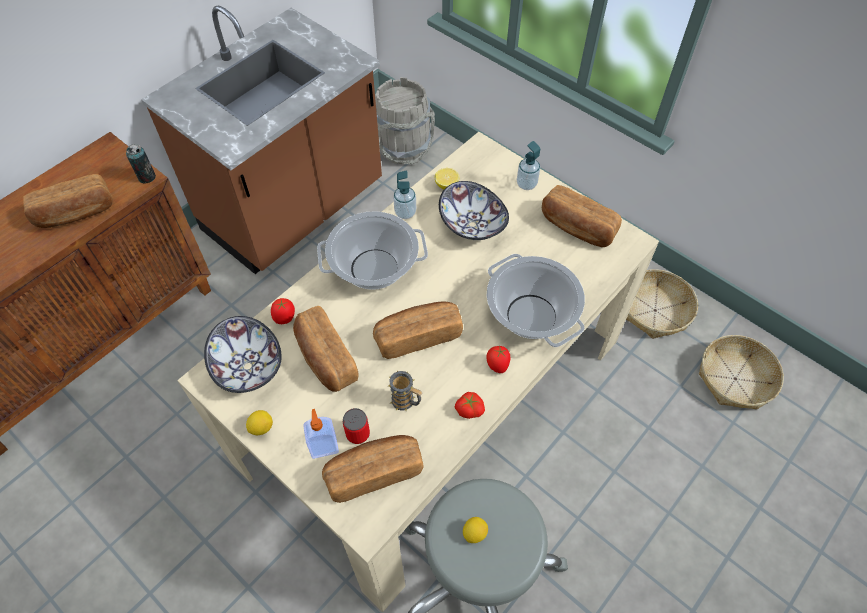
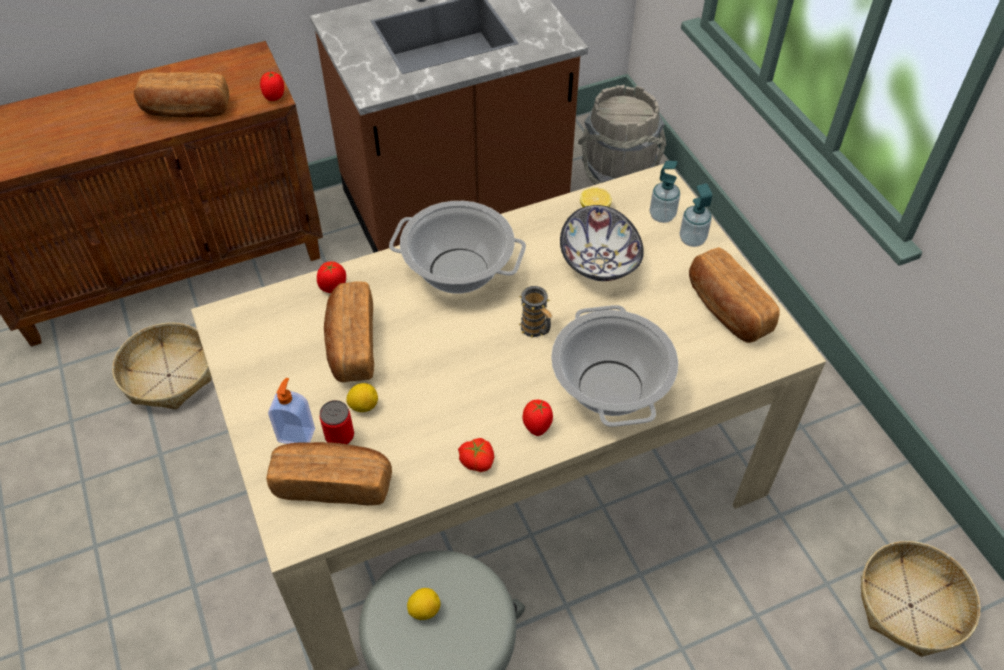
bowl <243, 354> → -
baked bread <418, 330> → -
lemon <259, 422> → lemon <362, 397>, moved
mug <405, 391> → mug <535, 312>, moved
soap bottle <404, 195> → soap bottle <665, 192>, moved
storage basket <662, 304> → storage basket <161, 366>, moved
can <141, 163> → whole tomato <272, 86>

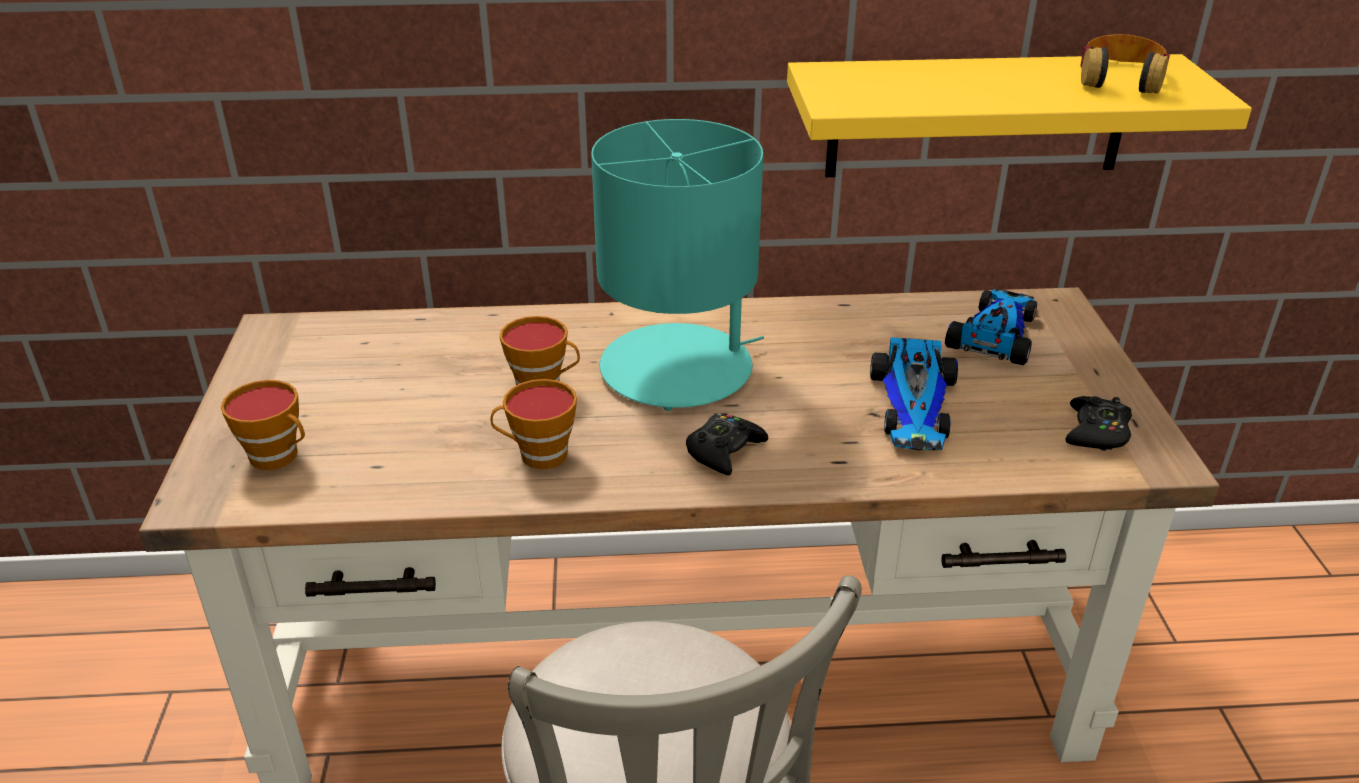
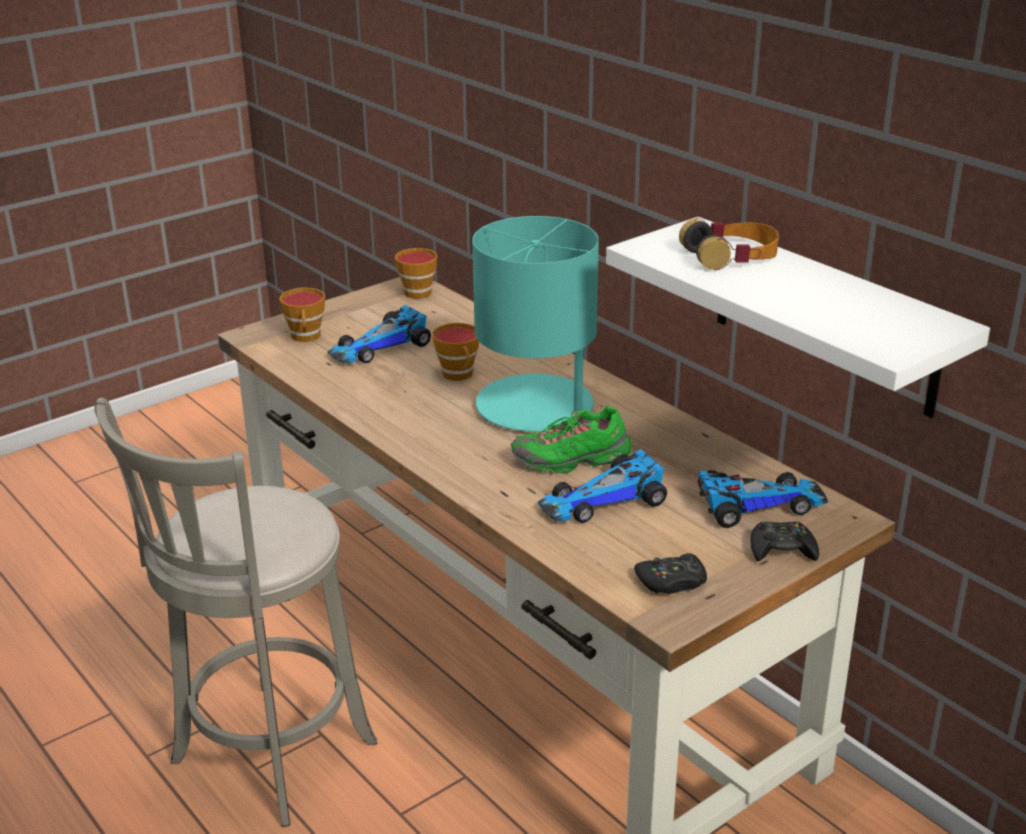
- → miniature car <379, 334>
- → greenish low shoe <571, 440>
cup <534, 424> → cup <416, 273>, moved
black game controller <727, 444> → black game controller <784, 541>, moved
pair of headphones <1125, 64> → pair of headphones <729, 244>, moved
yellow shelf <1019, 115> → white shelf <798, 317>

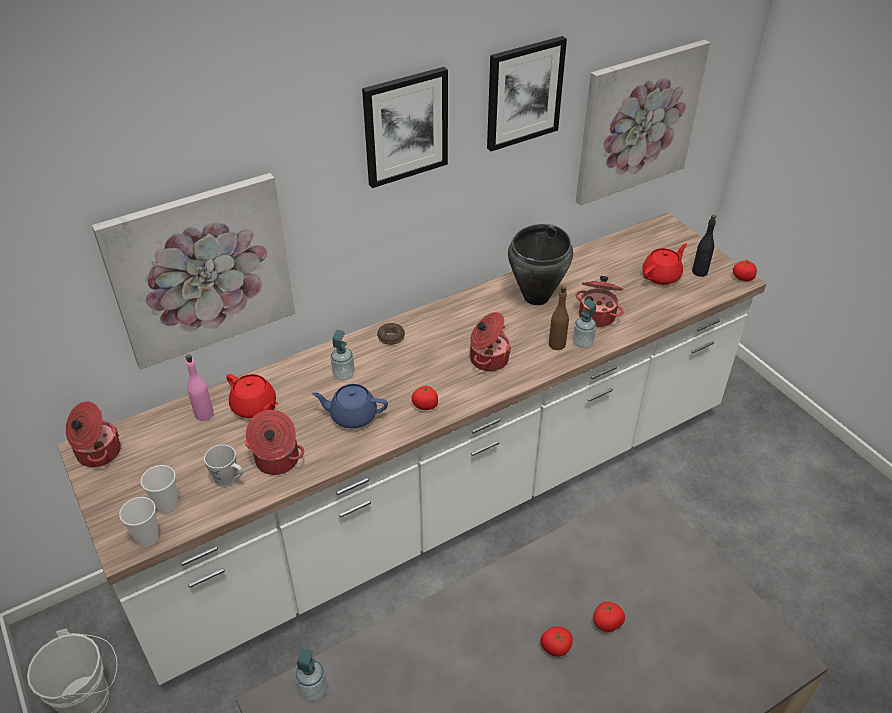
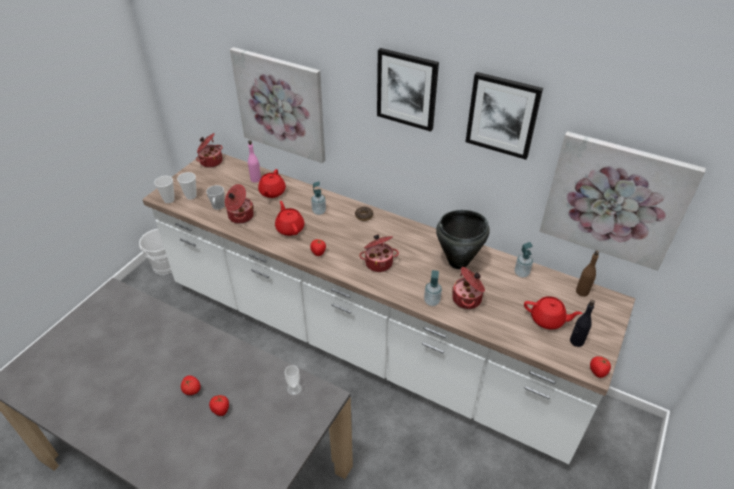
- → cup <293, 380>
soap bottle <311, 674> → soap bottle <523, 260>, moved
brown beverage bottle <559, 318> → brown beverage bottle <587, 273>, moved
bluish tea pot <350, 406> → reddish tea pot <289, 218>

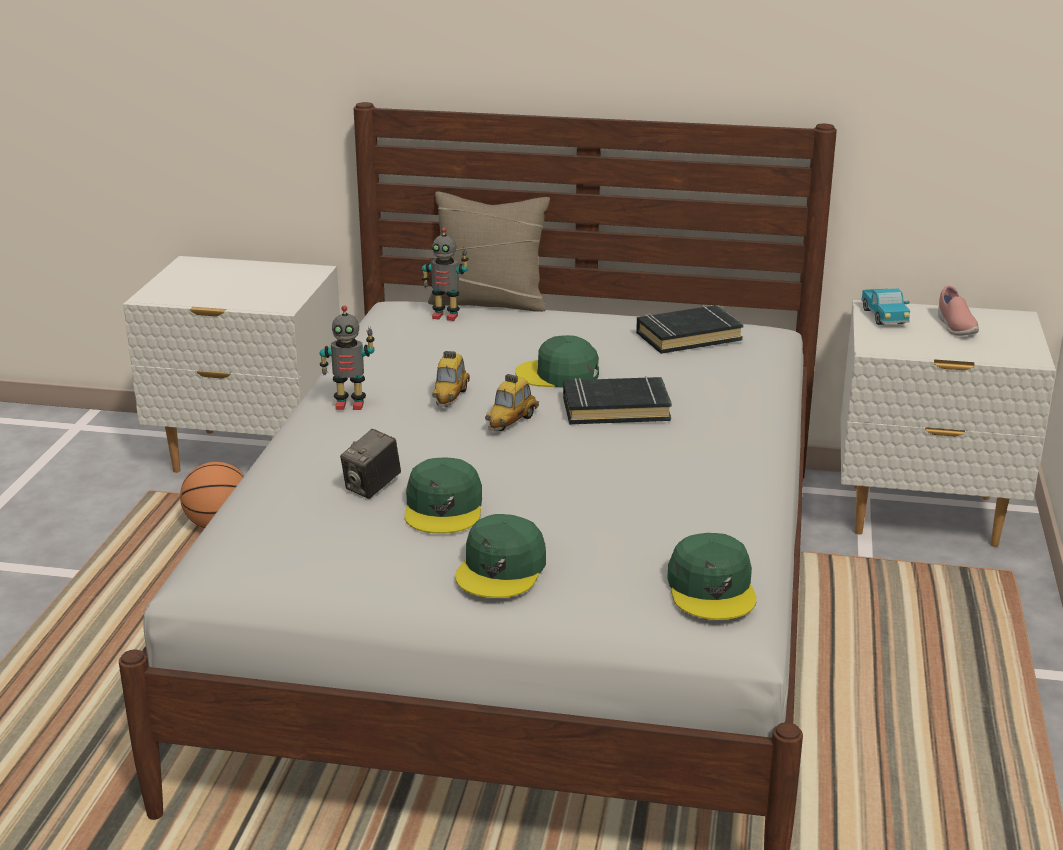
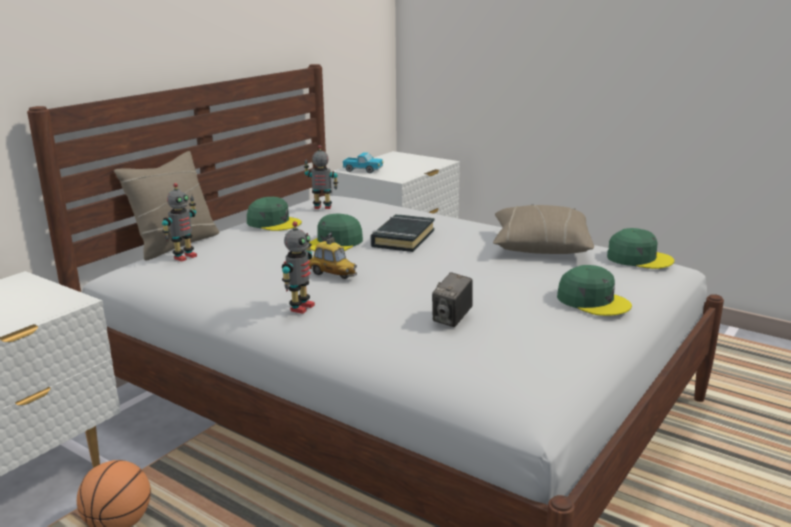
miniature car <512, 403> → -
pinkish low shoe <958, 310> → -
- → beige cushion <543, 229>
greenish cap <443, 495> → greenish cap <274, 214>, moved
black volume <690, 329> → robot figure <321, 177>
photo camera <370, 464> → photo camera <452, 299>, 60 degrees clockwise

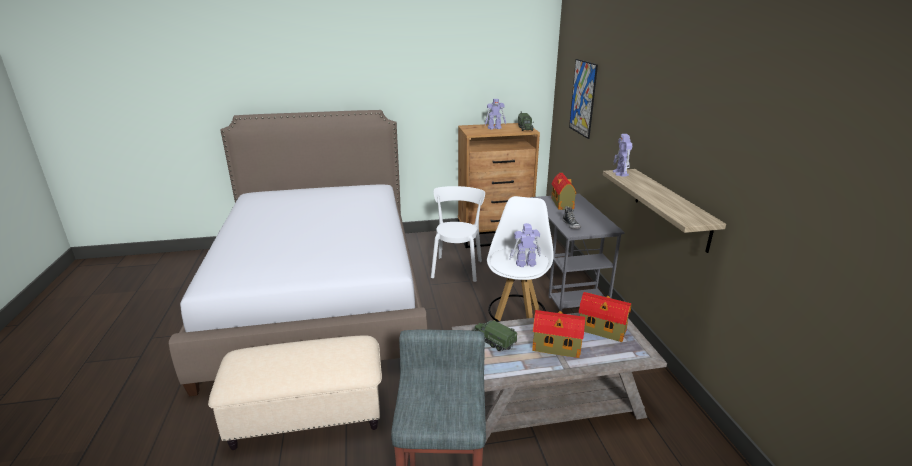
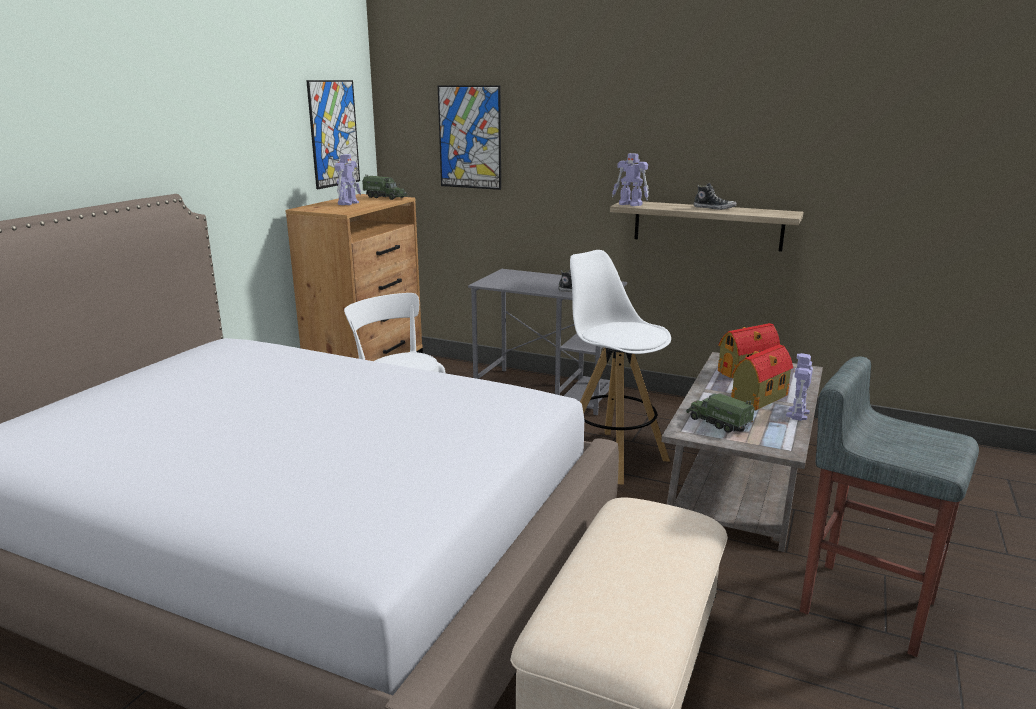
model house <563, 191> → -
- → picture <333, 134>
- → low shoe <715, 196>
robot figure <525, 245> → robot figure <799, 387>, moved
toy lorry <494, 335> → toy lorry <720, 413>, 60 degrees clockwise

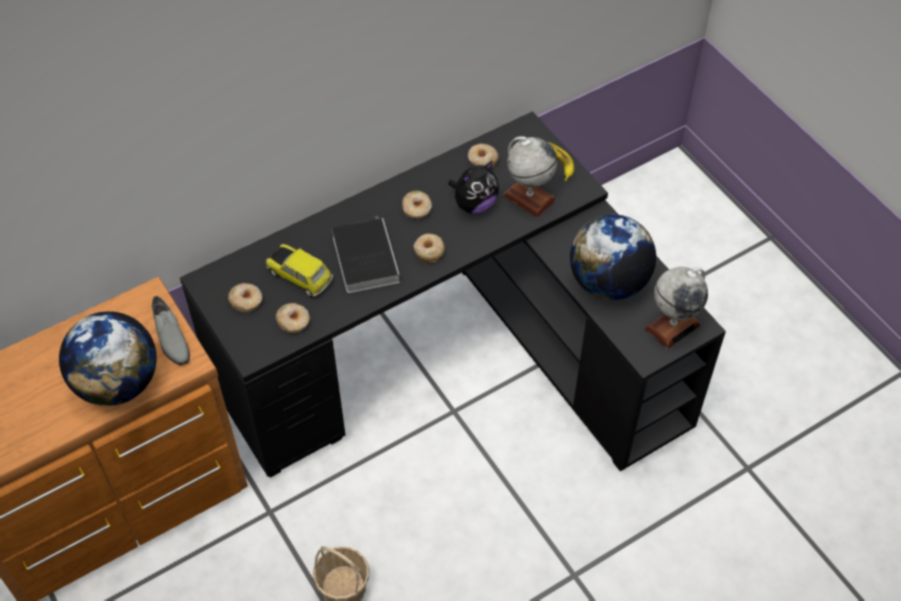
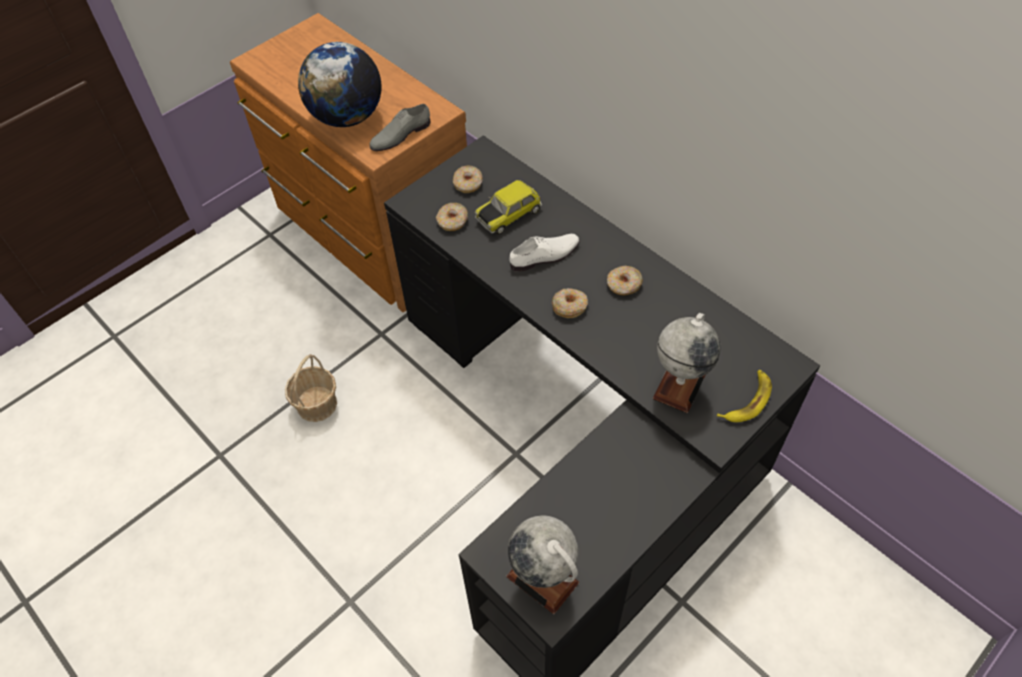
soft toy <473, 187> → -
doughnut <483, 156> → -
world globe <613, 257> → -
volume <366, 254> → white low shoe <544, 252>
miniature car <299, 270> → miniature car <508, 207>, 150 degrees counterclockwise

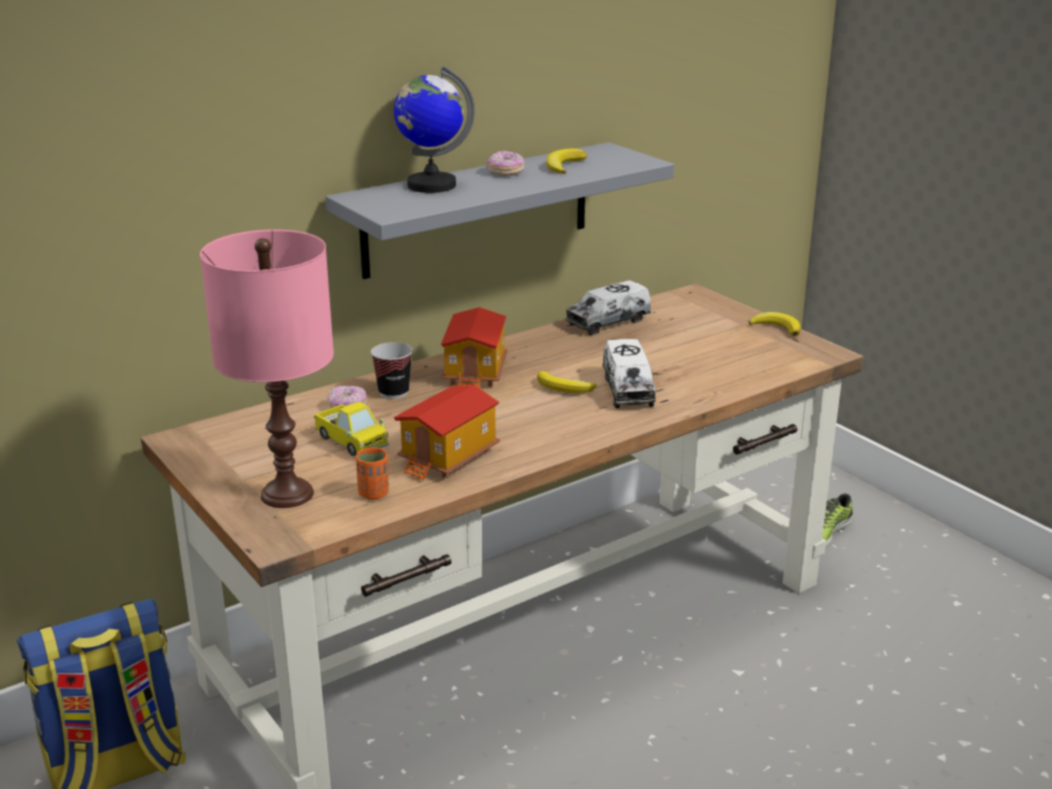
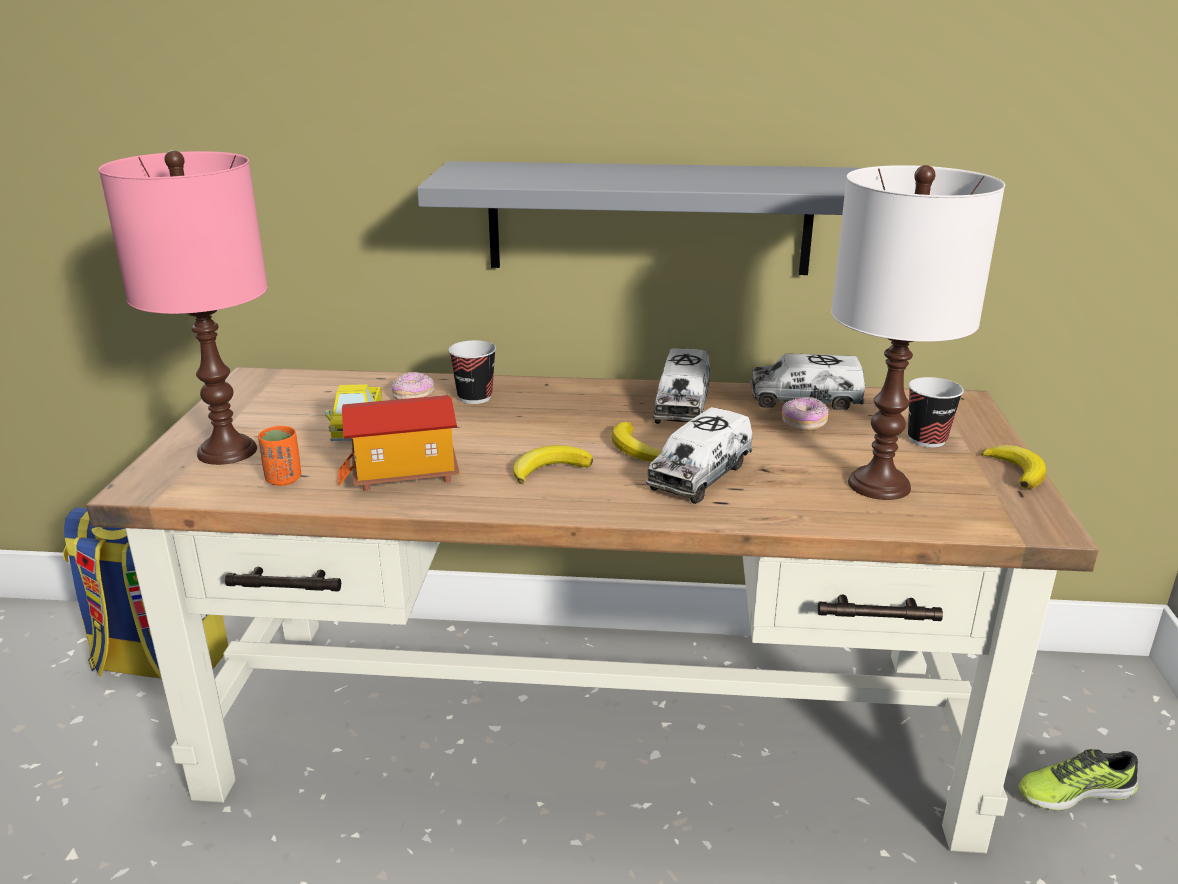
world globe <434, 129> → -
model house <474, 347> → -
- → toy lorry <681, 386>
- → white table lamp <918, 332>
- → cup <936, 412>
doughnut <505, 163> → doughnut <805, 414>, moved
banana fruit <566, 161> → banana fruit <553, 464>, moved

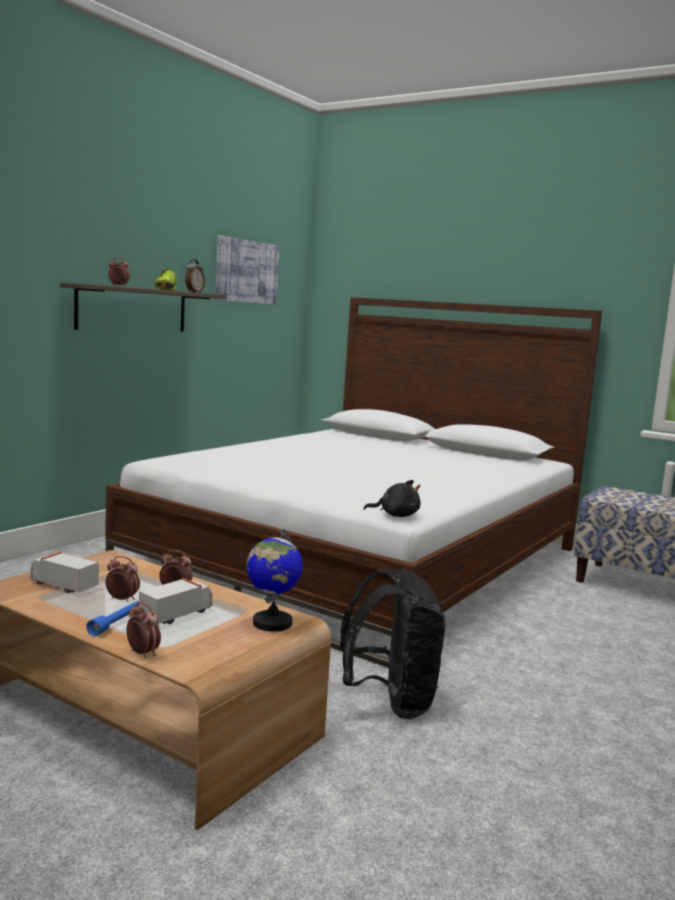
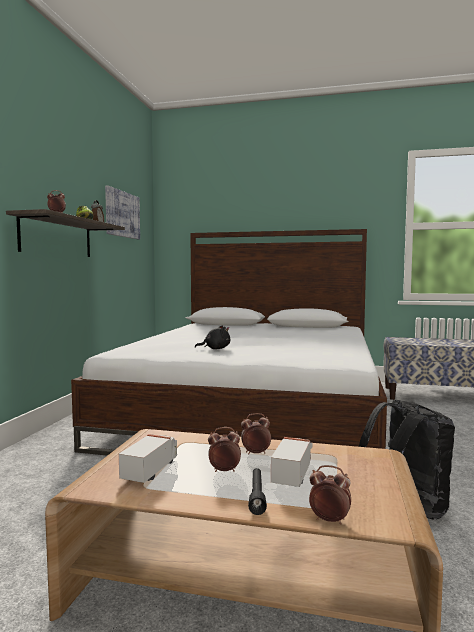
world globe <274, 580> → -
black soft toy <392, 498> → black soft toy <212, 337>, moved
bluish torch <112, 618> → black torch <257, 491>
toy lorry <64, 572> → toy lorry <148, 458>, 105 degrees clockwise

